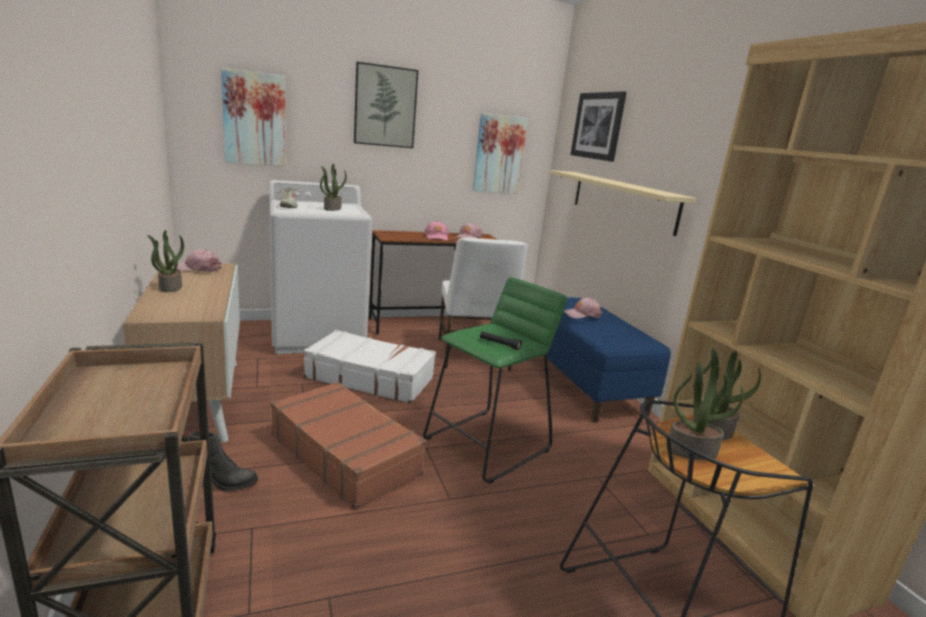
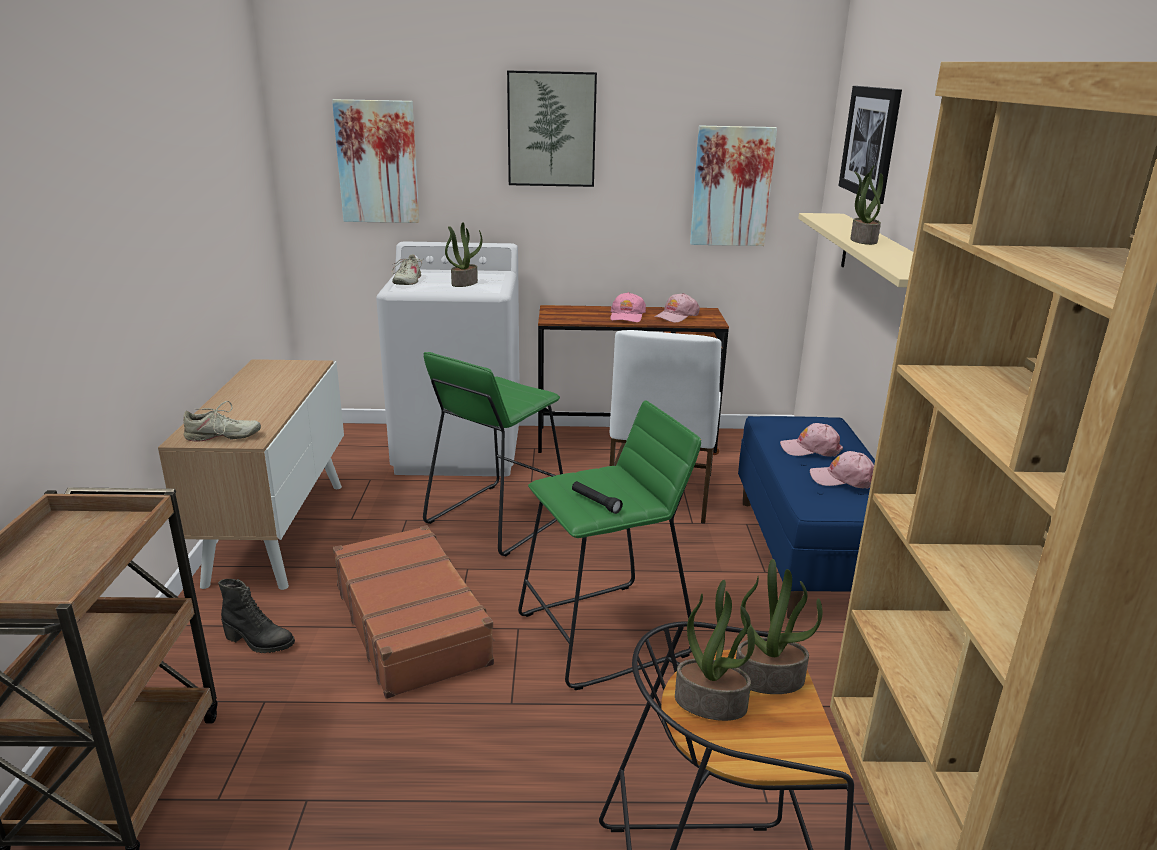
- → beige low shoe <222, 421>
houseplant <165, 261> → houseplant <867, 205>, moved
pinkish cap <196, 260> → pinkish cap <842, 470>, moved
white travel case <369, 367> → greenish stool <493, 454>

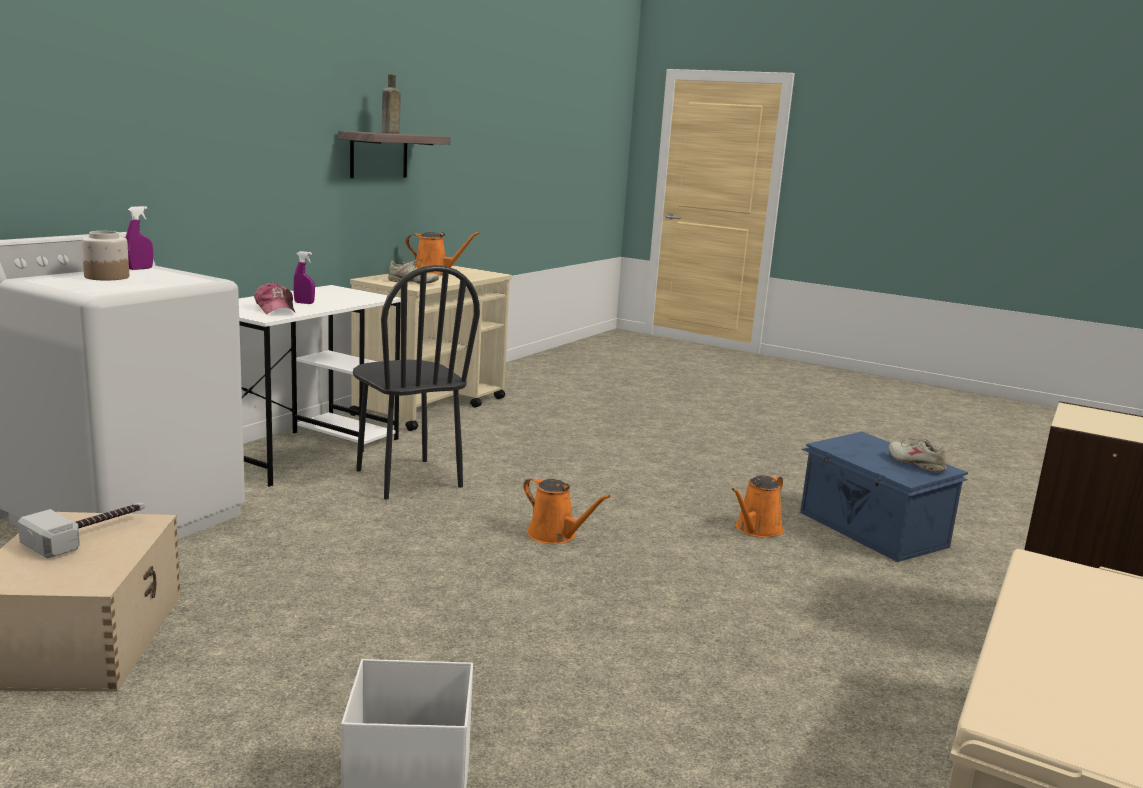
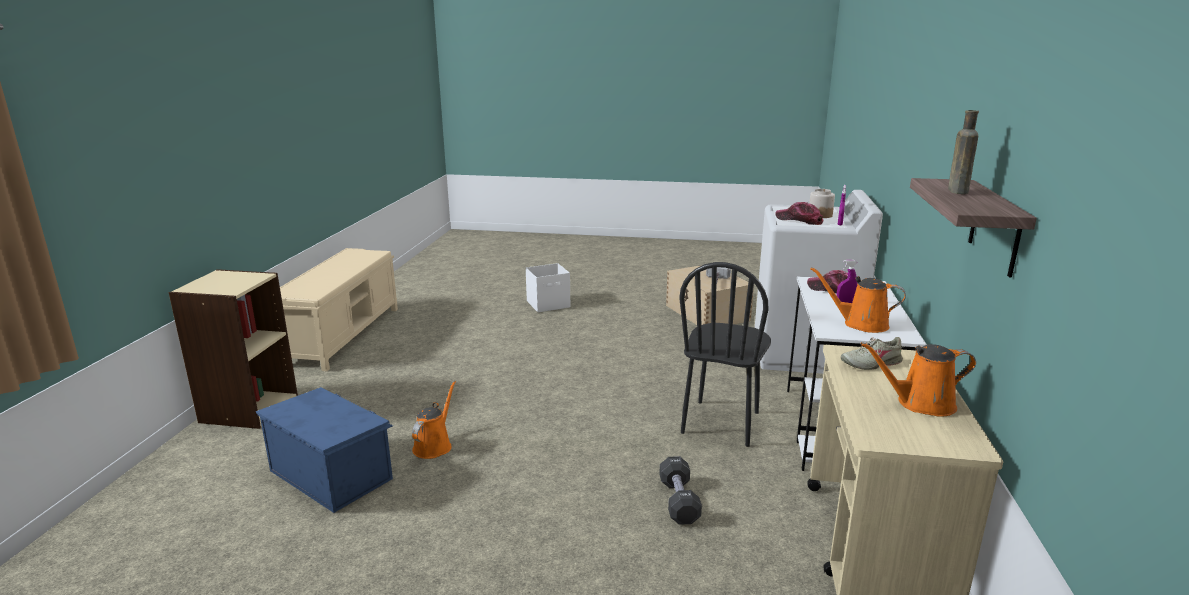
beige low shoe <917, 455> → -
- → black free weight <680, 490>
- → cap <799, 213>
orange-coloured watering can <567, 510> → orange-coloured watering can <858, 300>, moved
black chair <416, 382> → black chair <725, 354>, 105 degrees counterclockwise

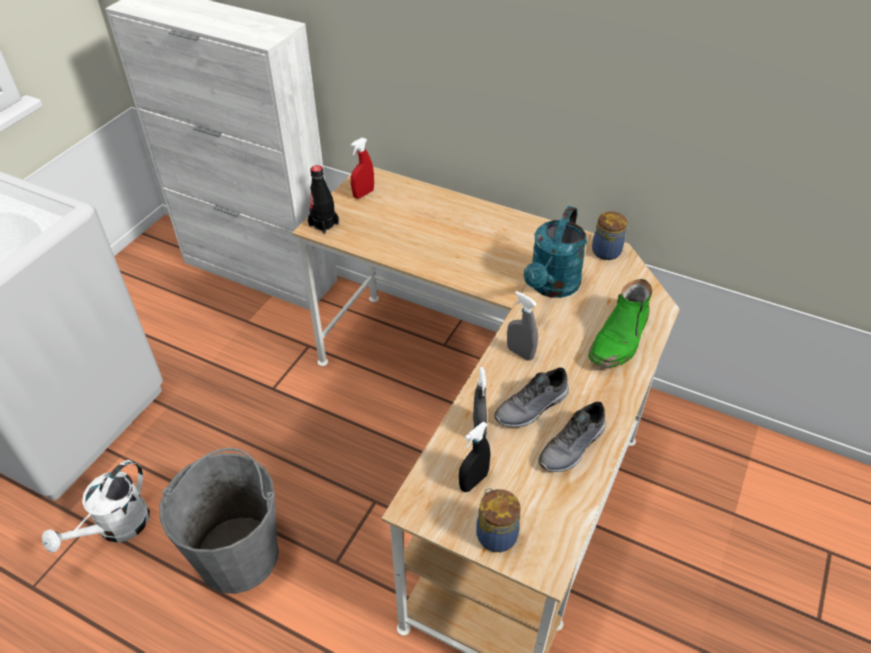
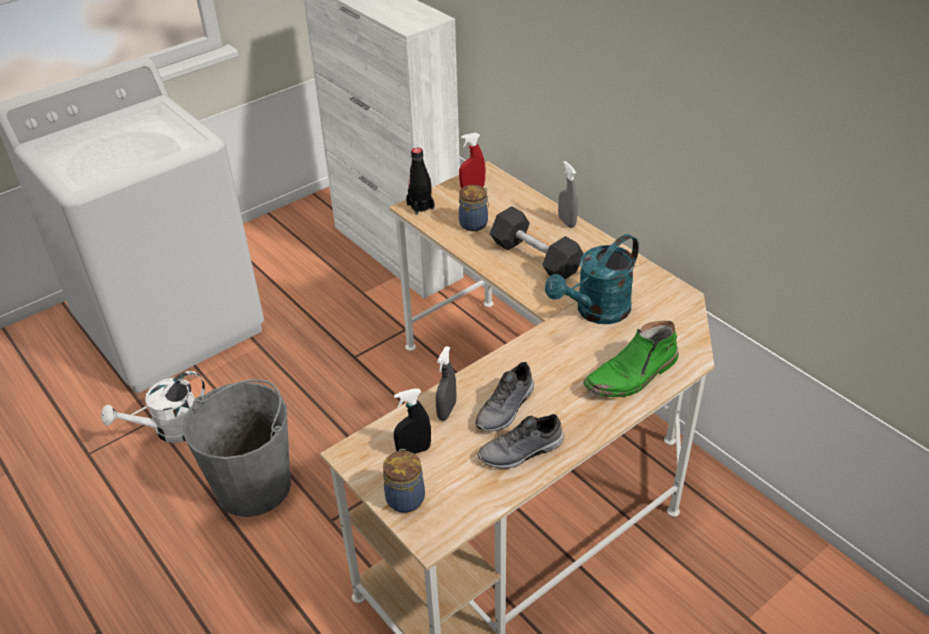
- → greyish free weight <537, 242>
greyish sprayer <522, 325> → greyish sprayer <568, 194>, moved
storage jar <609, 236> → storage jar <474, 208>, moved
greyish low shoe <531, 397> → greyish low shoe <504, 397>, 45 degrees counterclockwise

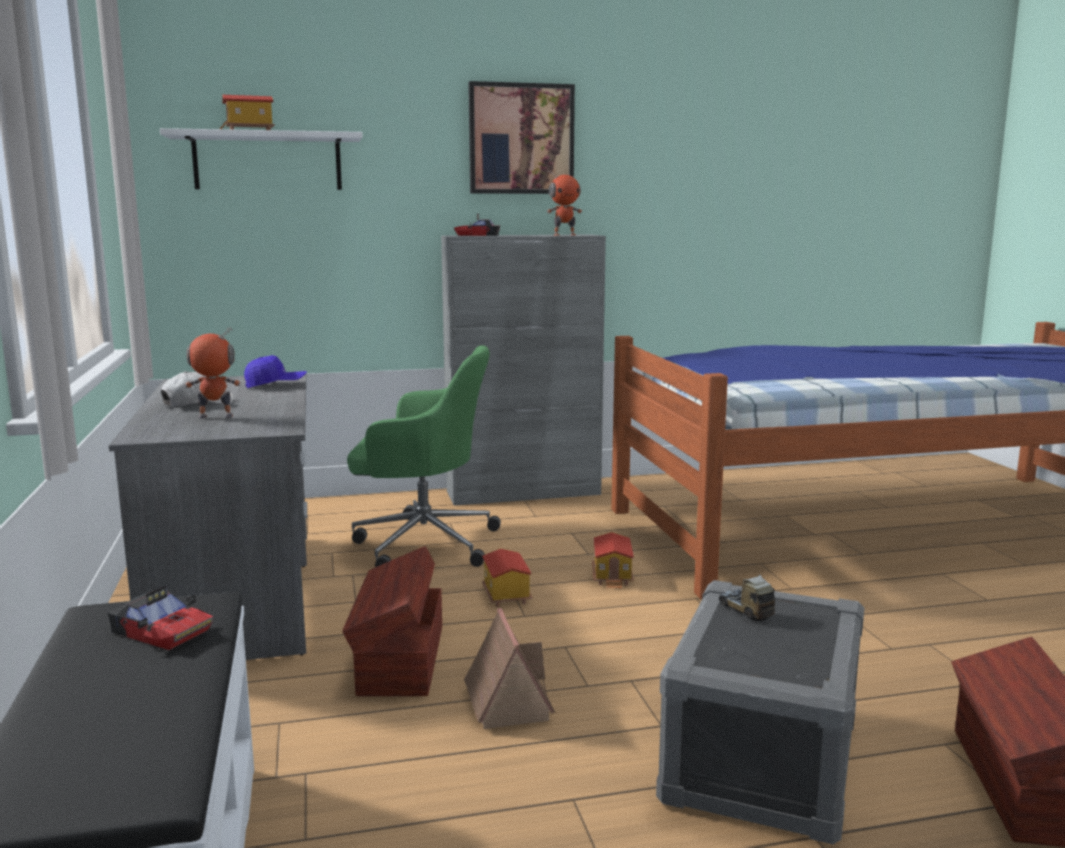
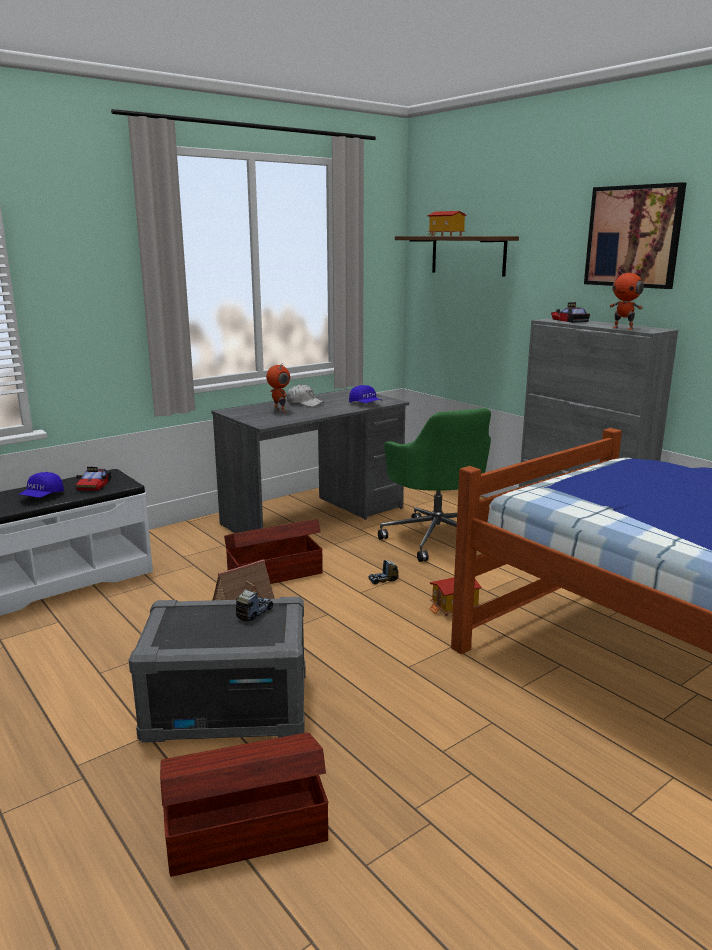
- → bluish cap <41, 485>
model house <507, 578> → toy lorry <383, 572>
white shelf <261, 159> → brown shelf <457, 256>

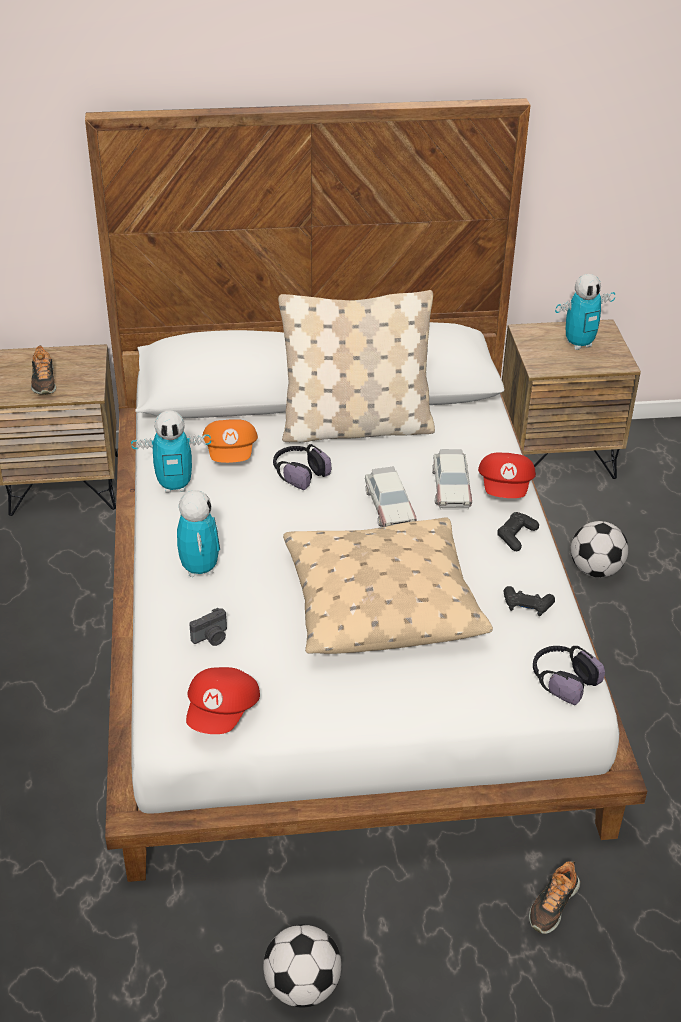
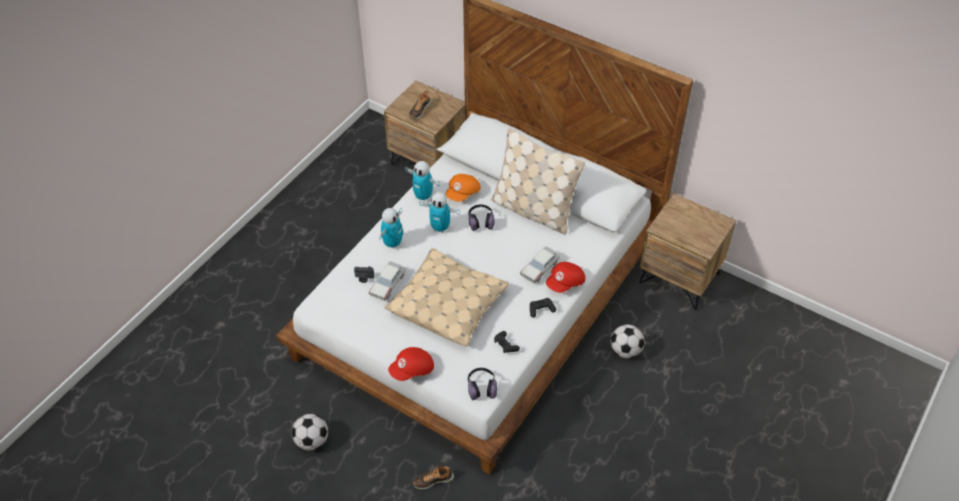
reddish cap <223, 700> → reddish cap <411, 364>, moved
miniature car <391, 497> → miniature car <387, 281>, moved
robot figure <585, 312> → robot figure <439, 212>, moved

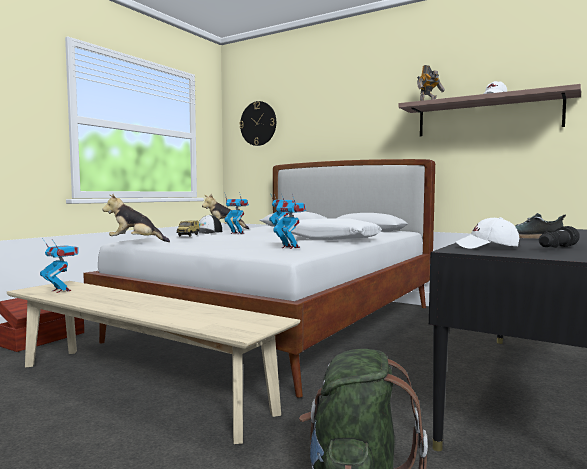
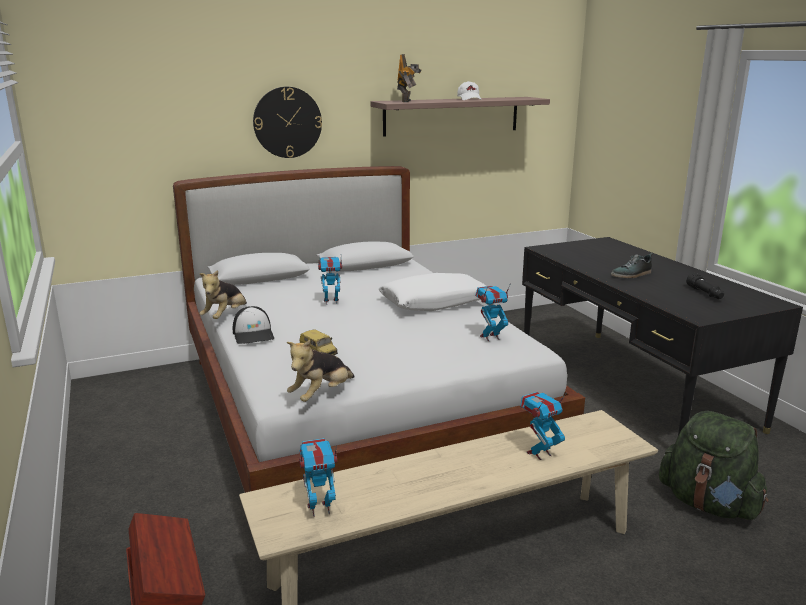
white cap <487, 233> → -
robot figure <236, 213> → robot figure <543, 426>, moved
hanging clock <258, 123> → hanging clock <287, 122>, moved

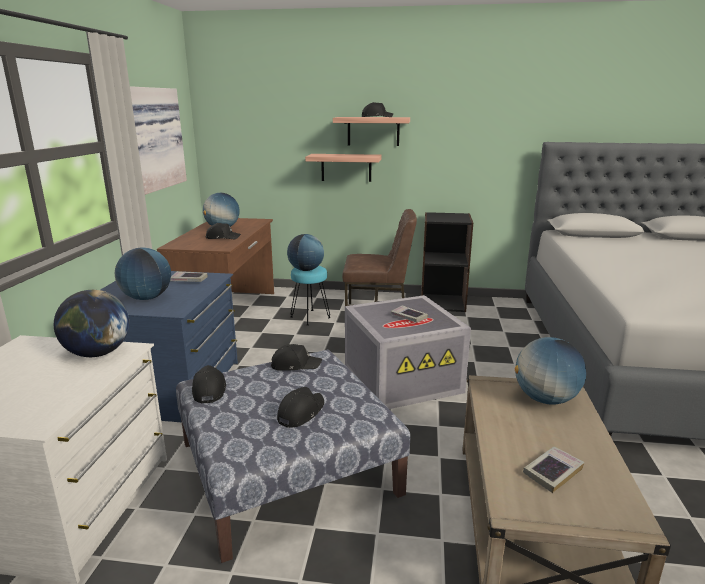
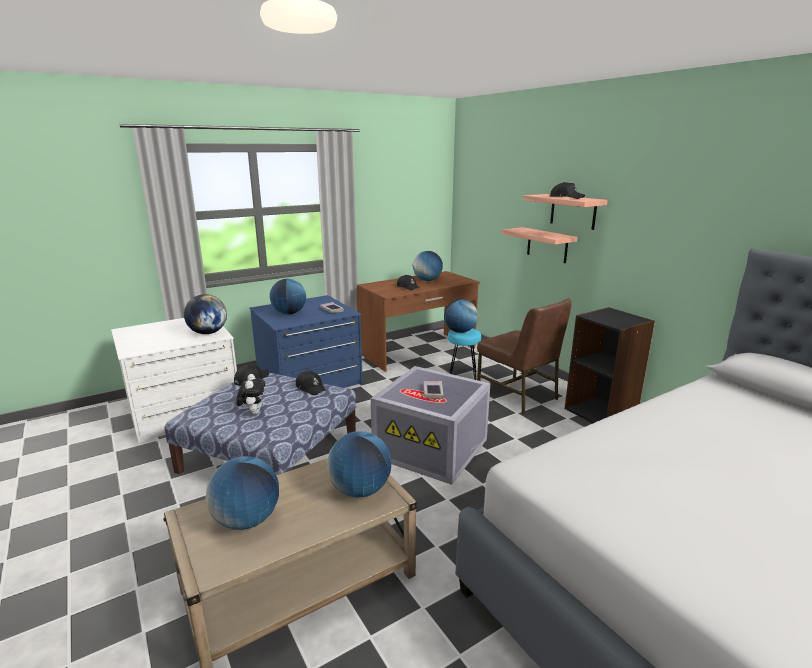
picture <158, 140> → -
black cap <300, 407> → soft toy <250, 394>
volume <553, 470> → world globe <242, 493>

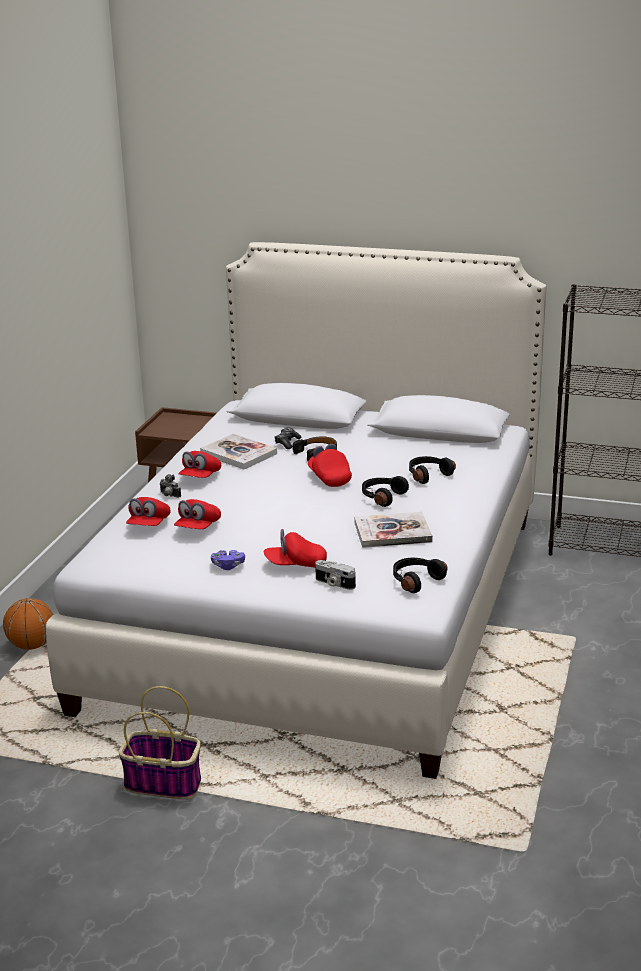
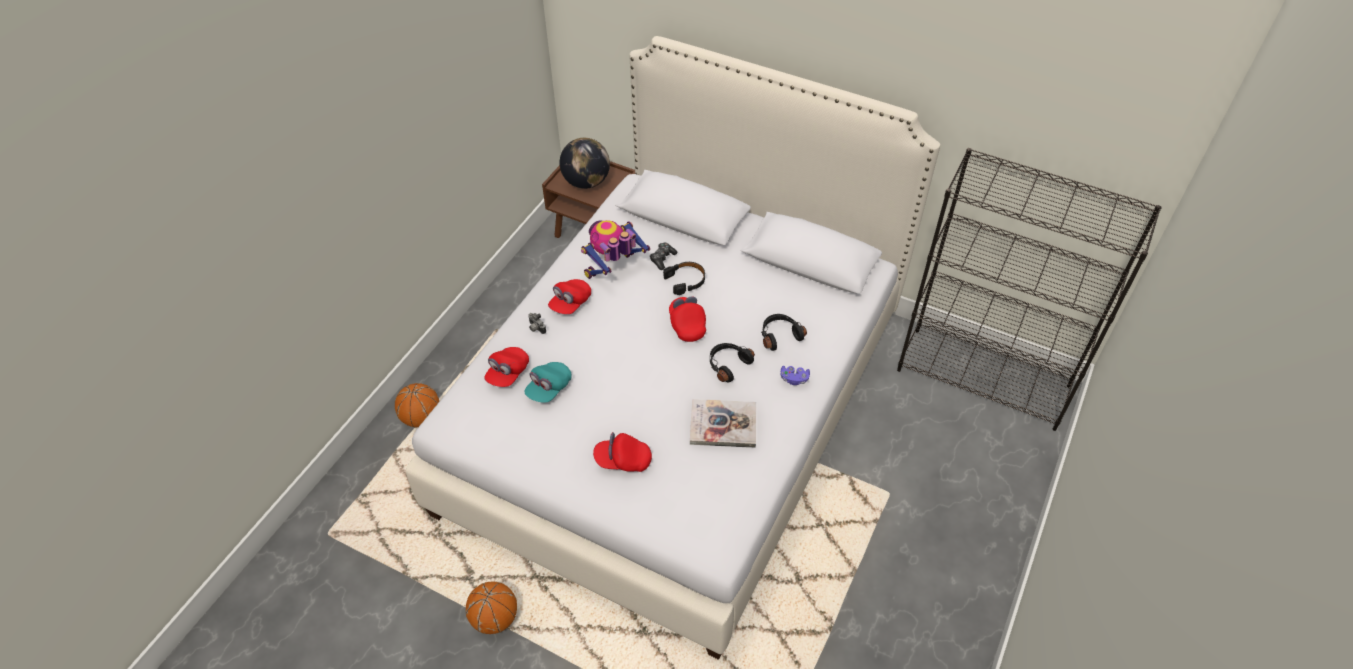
photo camera <335, 575> → -
black pair of headphones <420, 575> → -
- → world globe <585, 163>
purple game controller <228, 560> → purple game controller <795, 375>, moved
storage basket <160, 742> → basketball <491, 608>
volume <238, 452> → robot figure <615, 249>
reddish cap <197, 514> → blue-green cap <548, 382>

